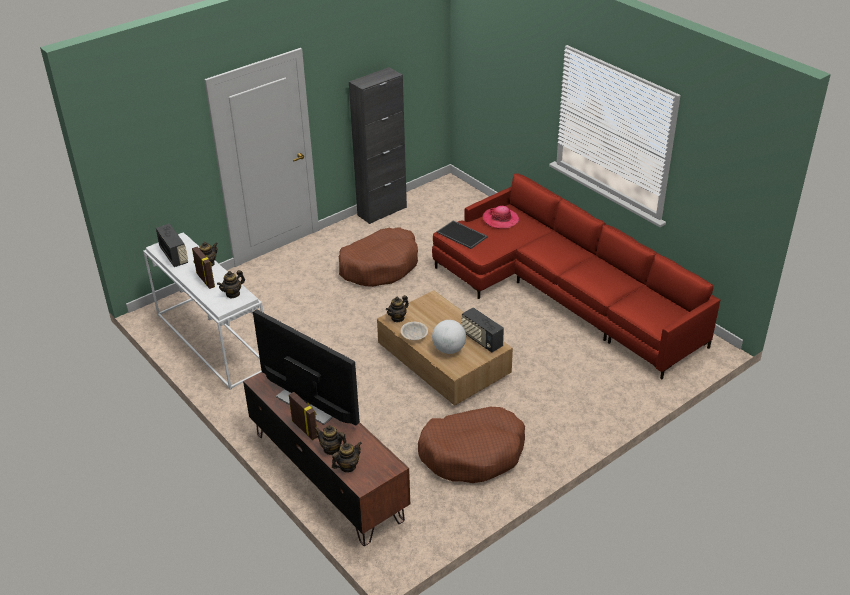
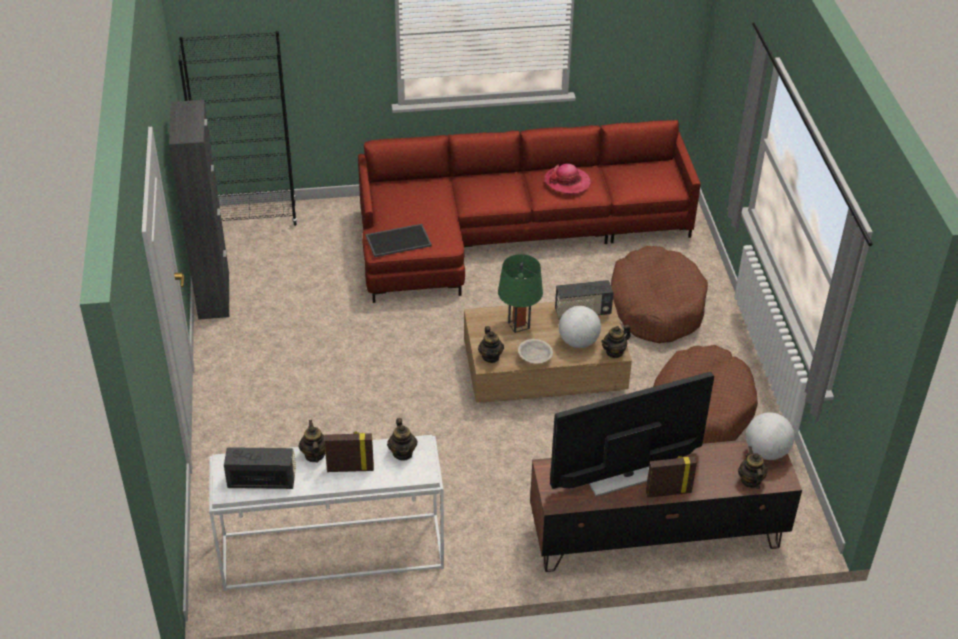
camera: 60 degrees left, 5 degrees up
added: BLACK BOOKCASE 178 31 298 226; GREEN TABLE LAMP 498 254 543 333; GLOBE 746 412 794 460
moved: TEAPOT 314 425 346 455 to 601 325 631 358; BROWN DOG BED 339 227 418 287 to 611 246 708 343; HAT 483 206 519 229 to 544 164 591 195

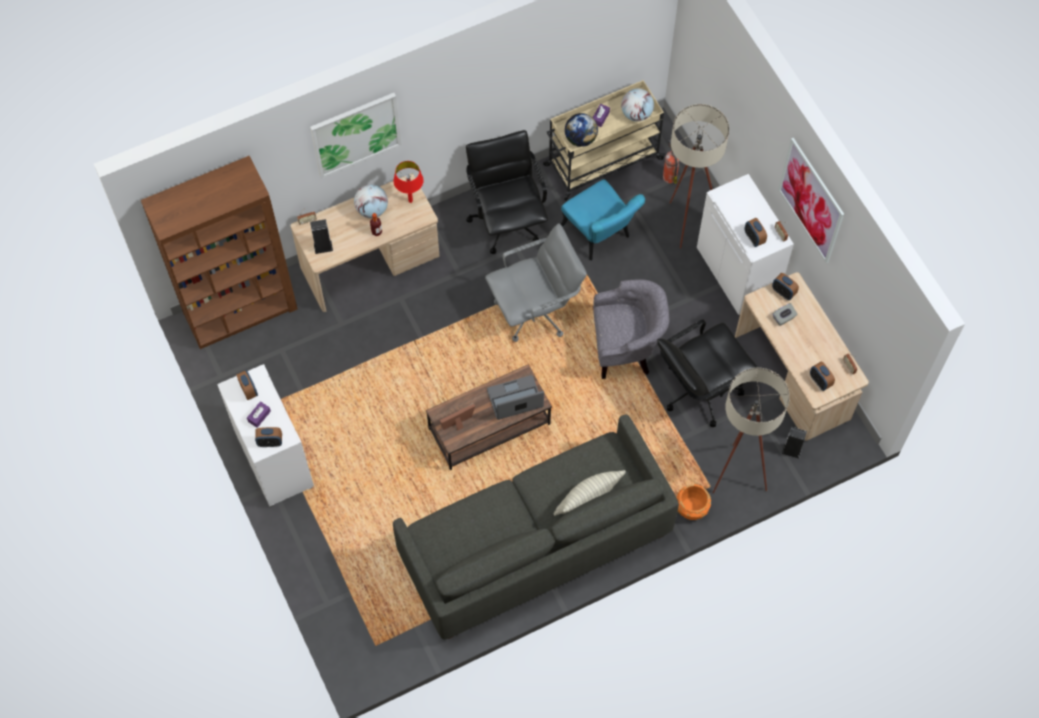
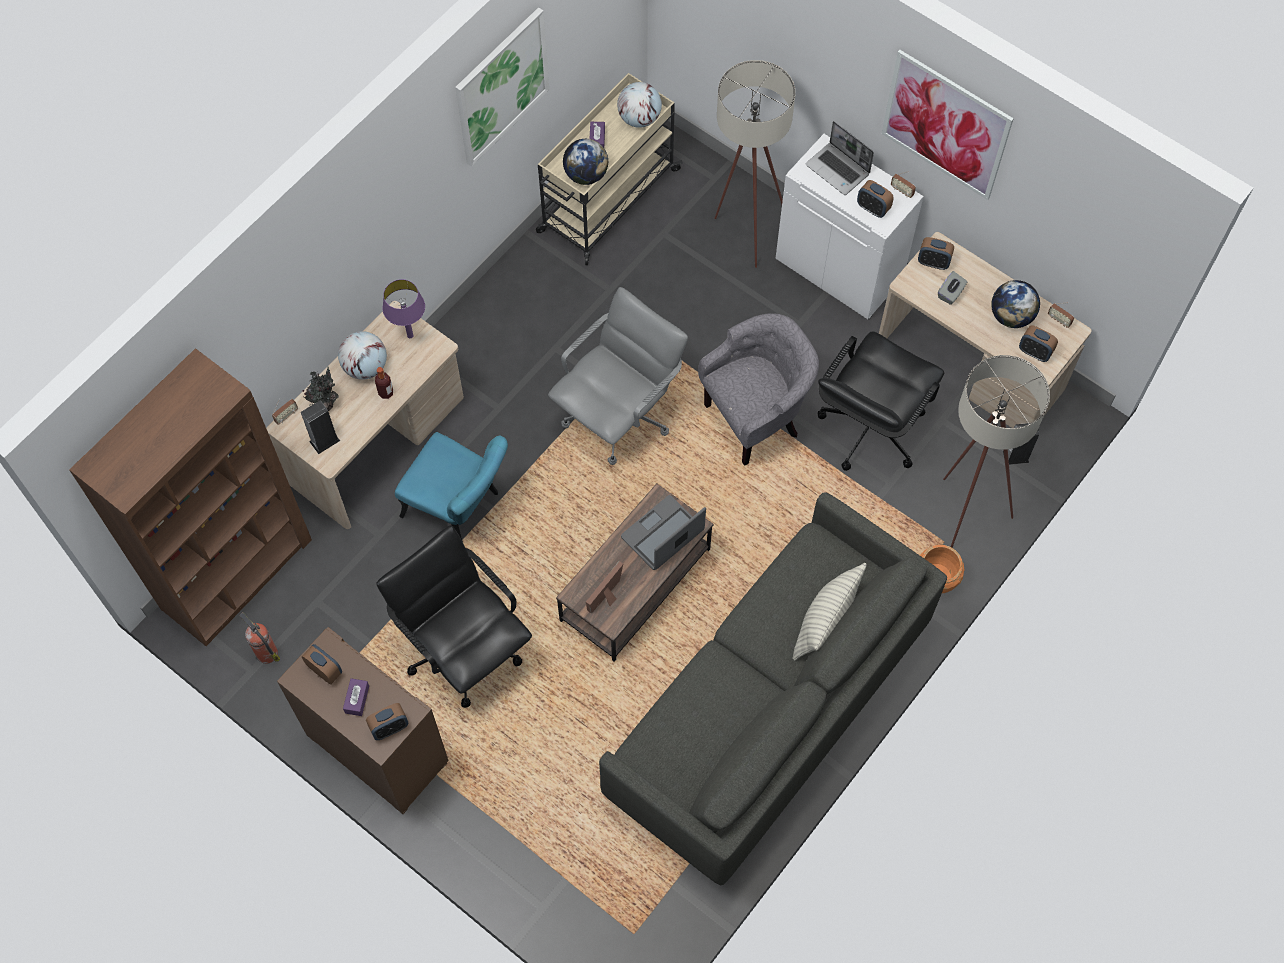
camera: 25 degrees left, 0 degrees up
added: POTTED PLANT 302 367 339 411; LAPTOP 806 121 874 195; GLOBE 991 280 1040 328
moved: PICTURE 310 93 402 179 to 455 7 549 167; BLACK OFFICE CHAIR 466 130 548 254 to 376 525 532 708; TURQUOISE CHAIR 561 179 645 260 to 395 432 508 542; FIRE EXTINGUISHER 663 140 680 184 to 239 613 280 664
recoloured: WHITE CABINET 217 364 314 507 to BROWN CABINET 277 627 449 814; RED TABLE LAMP 393 161 423 203 to PURPLE TABLE LAMP 383 279 425 338

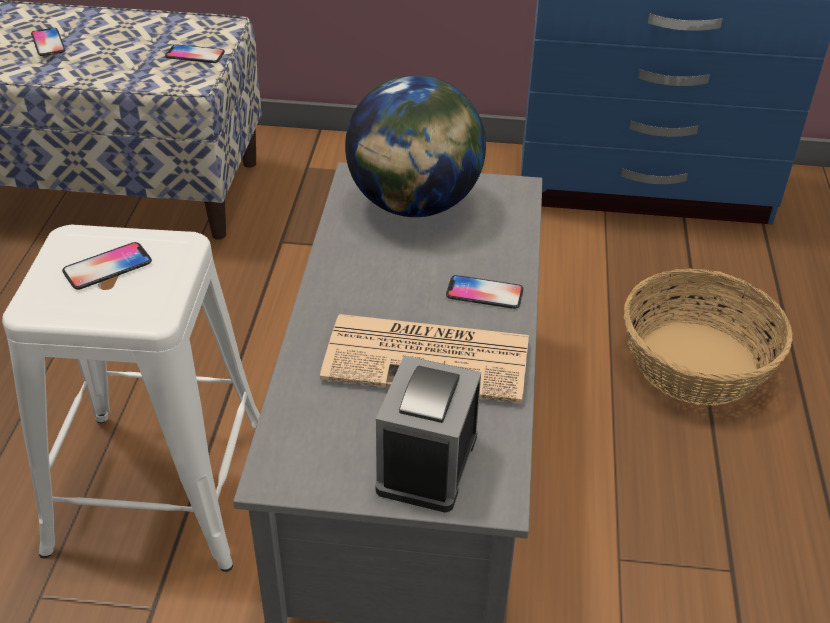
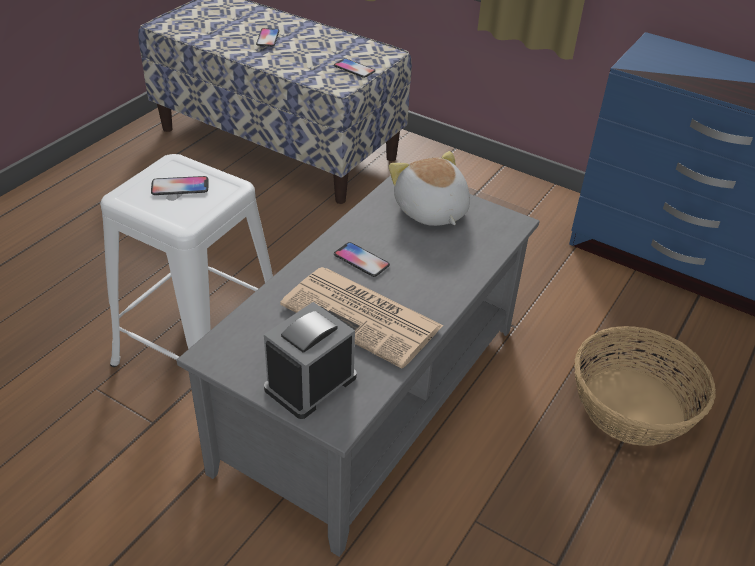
camera: 25 degrees right, 0 degrees up
moved: PHONE 446 275 523 309 to 334 242 390 277
replaced: GLOBE 345 75 486 217 to PLUSH TOY 389 151 470 226

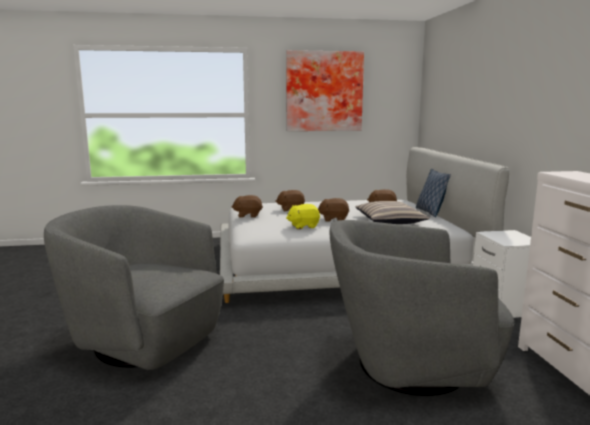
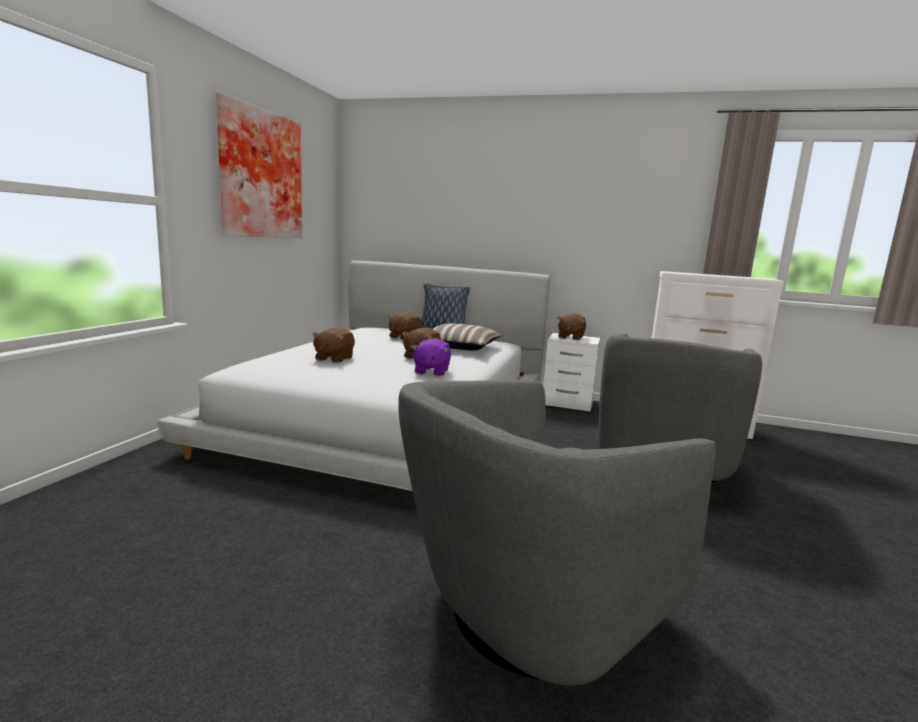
camera: 65 degrees left, 0 degrees up
moved: BROWN PLUSH TOY 232 195 263 218 to 558 313 586 340
recoloured: YELLOW PLUSH TOY 286 204 320 229 to PURPLE PLUSH TOY 412 338 451 376

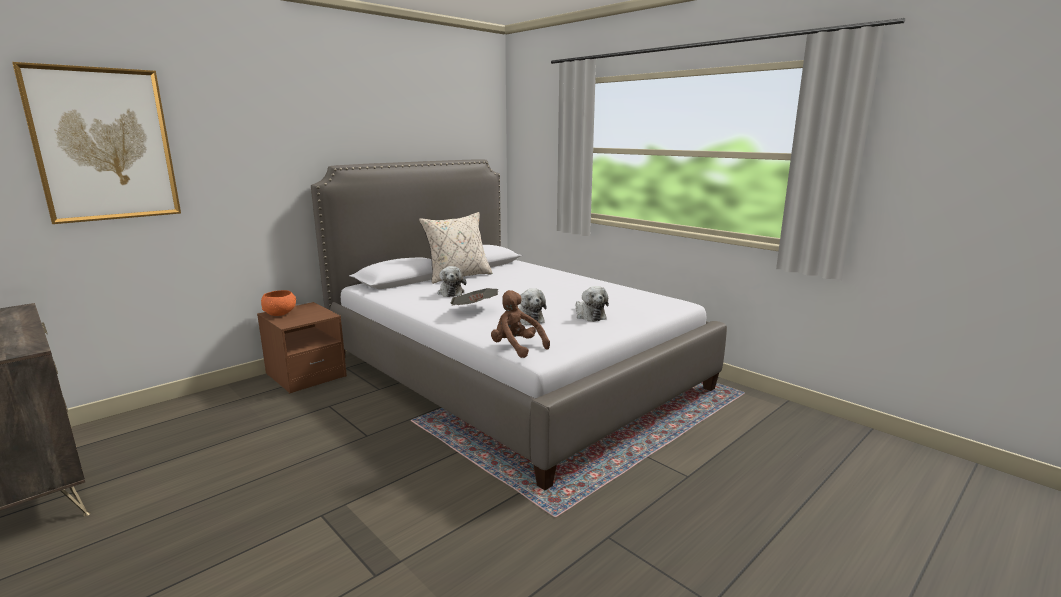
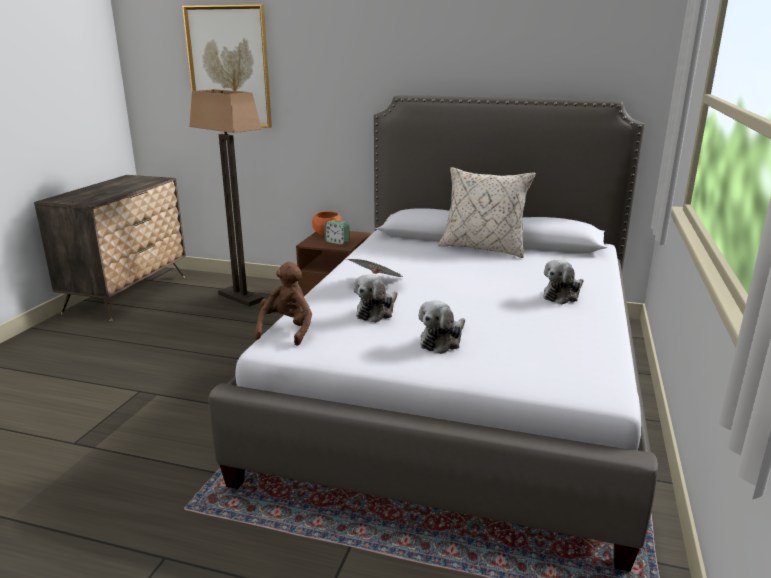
camera: 60 degrees right, 5 degrees up
added: FLOOR LAMP 189 89 264 307; ALARM CLOCK 324 220 349 245
moved: PLUSH TOY 437 266 466 297 to 543 259 584 304

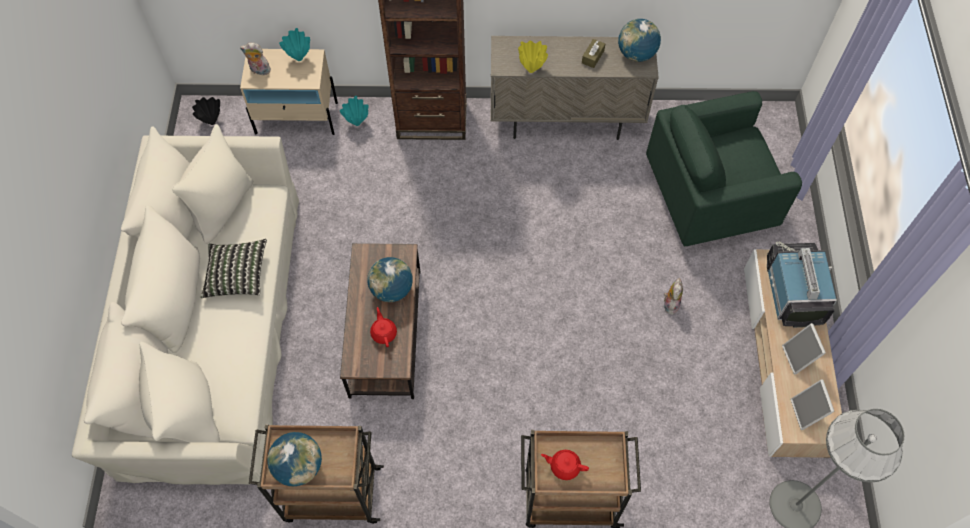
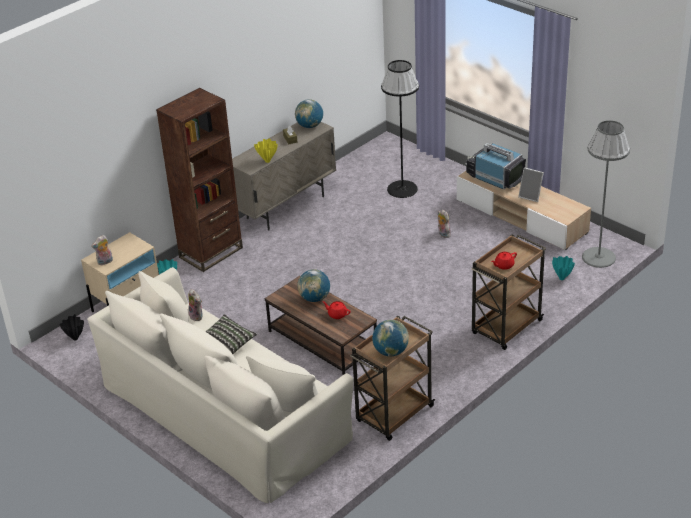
camera: 45 degrees left, 25 degrees down
removed: PICTURE FRAME 790 379 834 430
added: PLUSH TOY 188 289 202 321
moved: TURQUOISE VASE 279 28 310 61 to 552 256 575 280
replaced: GREEN ARMCHAIR 646 91 802 246 to BLACK FLOOR LAMP 381 60 419 198

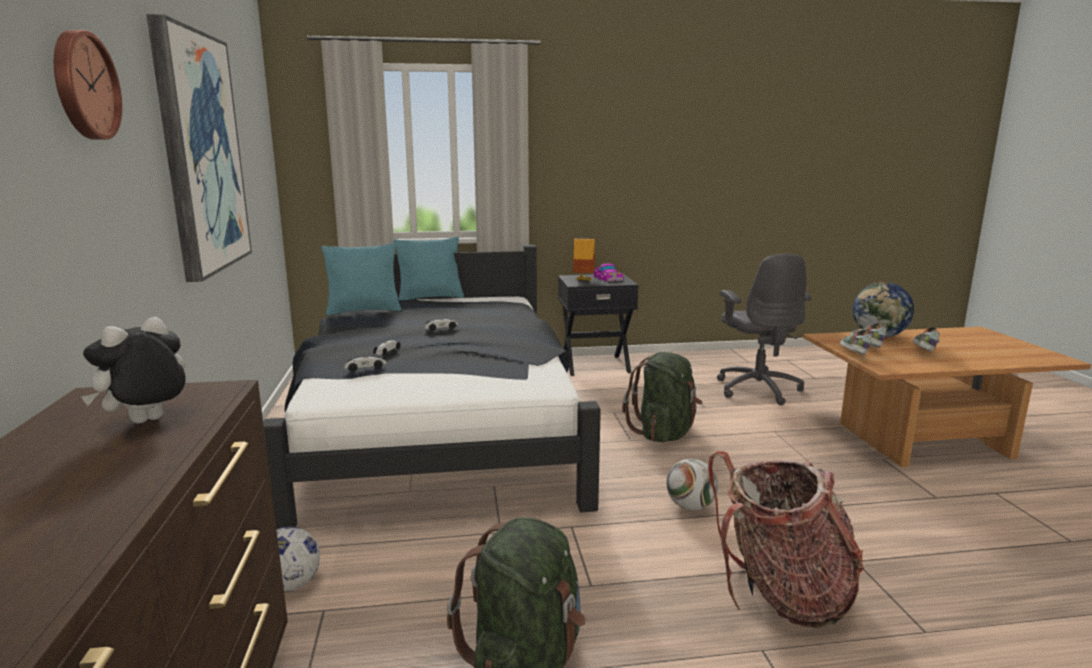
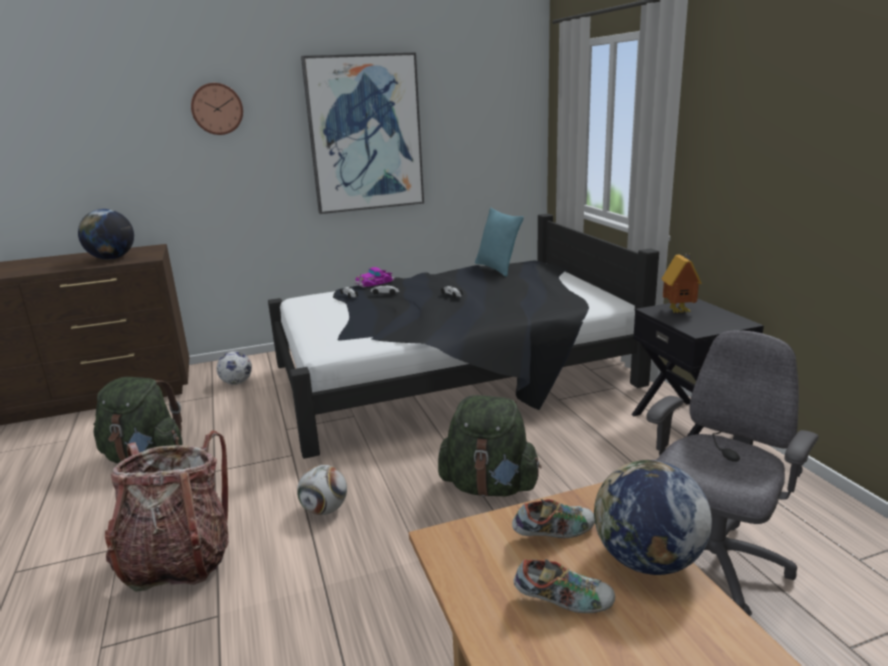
camera: 80 degrees right, 5 degrees up
removed: TURQUOISE PILLOW 394 237 464 300; SHOE 840 330 872 356
moved: TOY CAR 593 263 623 282 to 354 267 395 287
replaced: PLUSH TOY 81 317 186 423 to GLOBE 78 209 134 260
turned: GREY OFFICE CHAIR 717 254 812 405 = 647 330 819 616 150 degrees clockwise

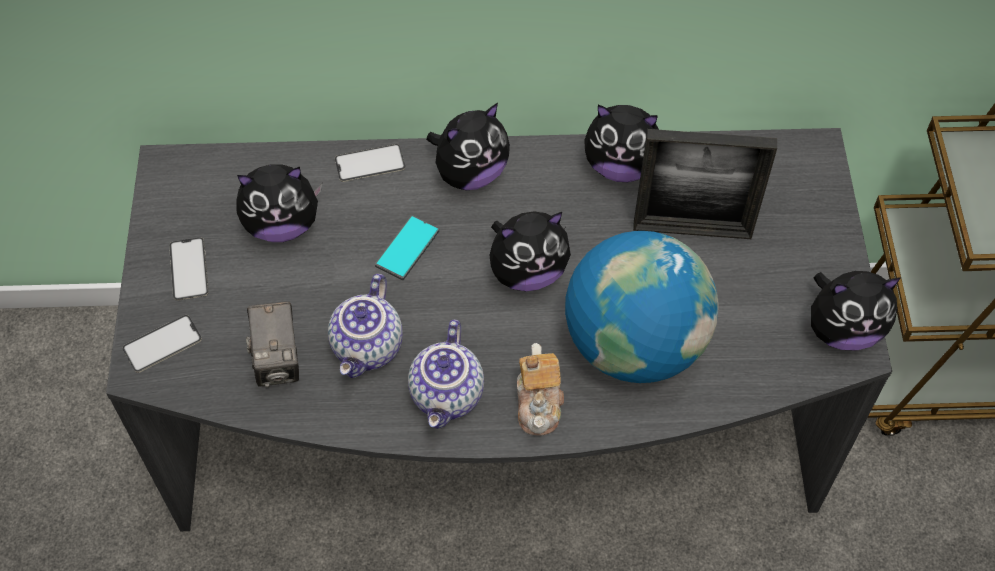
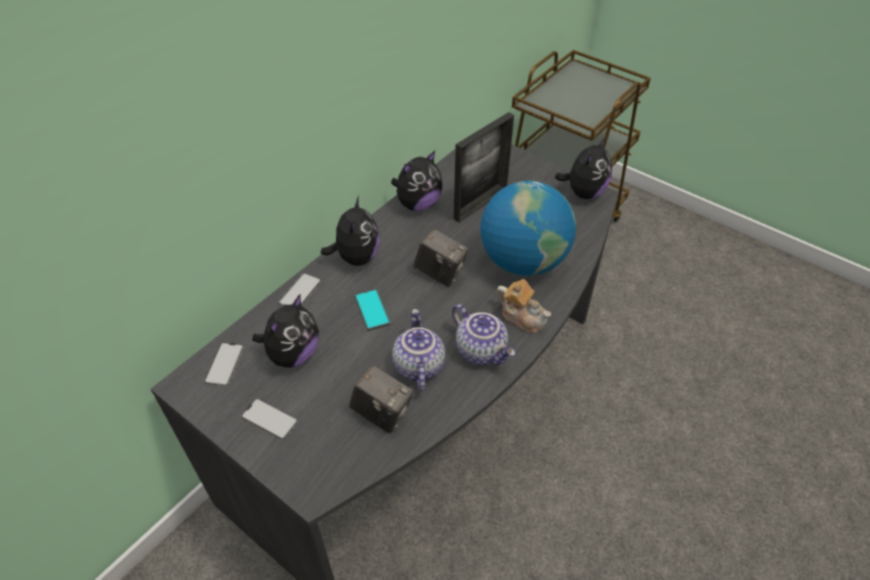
camera: 50 degrees left, 10 degrees down
moved: PHONE 123 315 202 373 to 204 342 244 386
replaced: PLUSH TOY 490 212 571 292 to PHOTO CAMERA 413 229 468 287
turned: TEAPOT 328 274 403 378 = 392 309 445 391 150 degrees counterclockwise

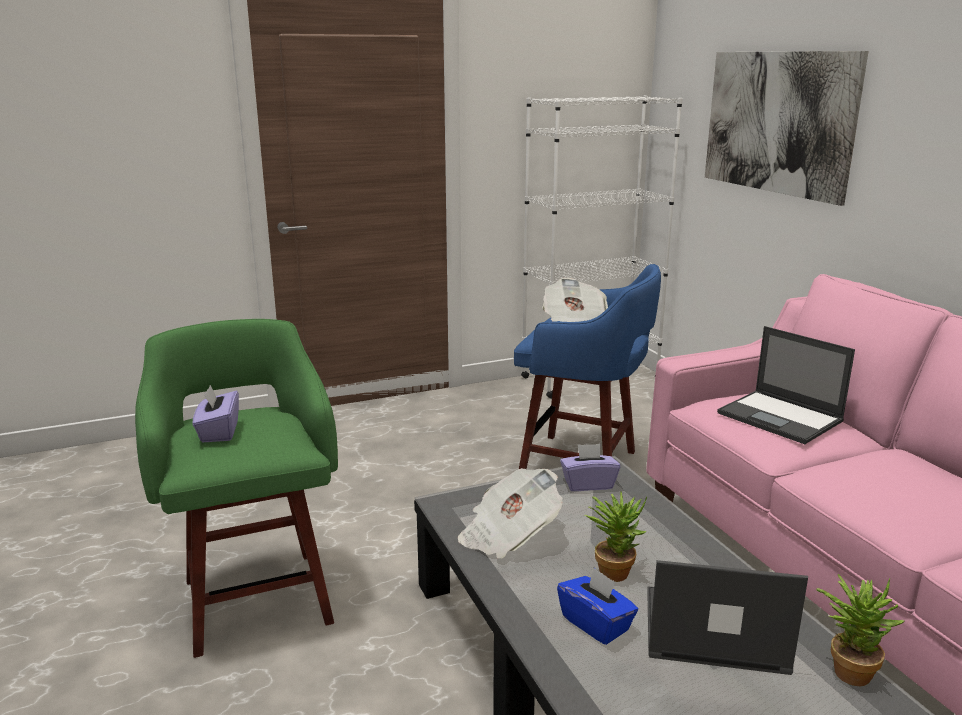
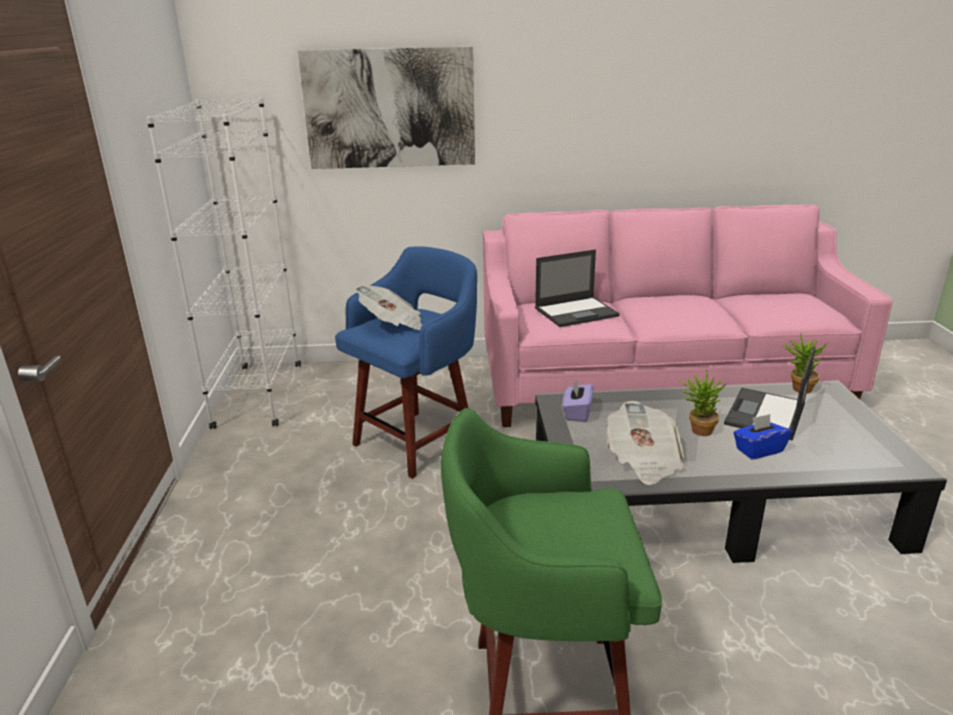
camera: 70 degrees left, 5 degrees up
removed: PURPLE TISSUE BOX 193 385 239 442

